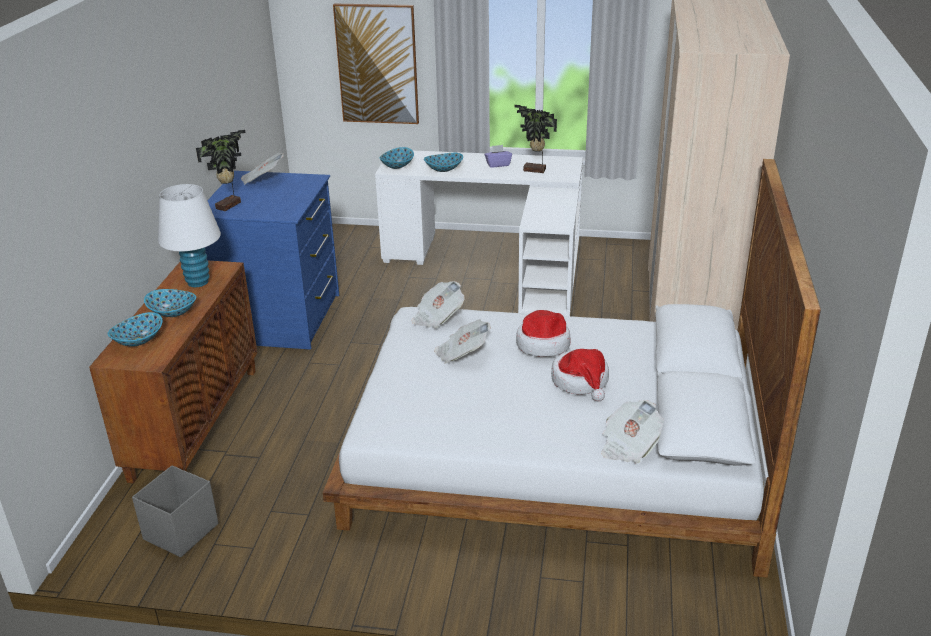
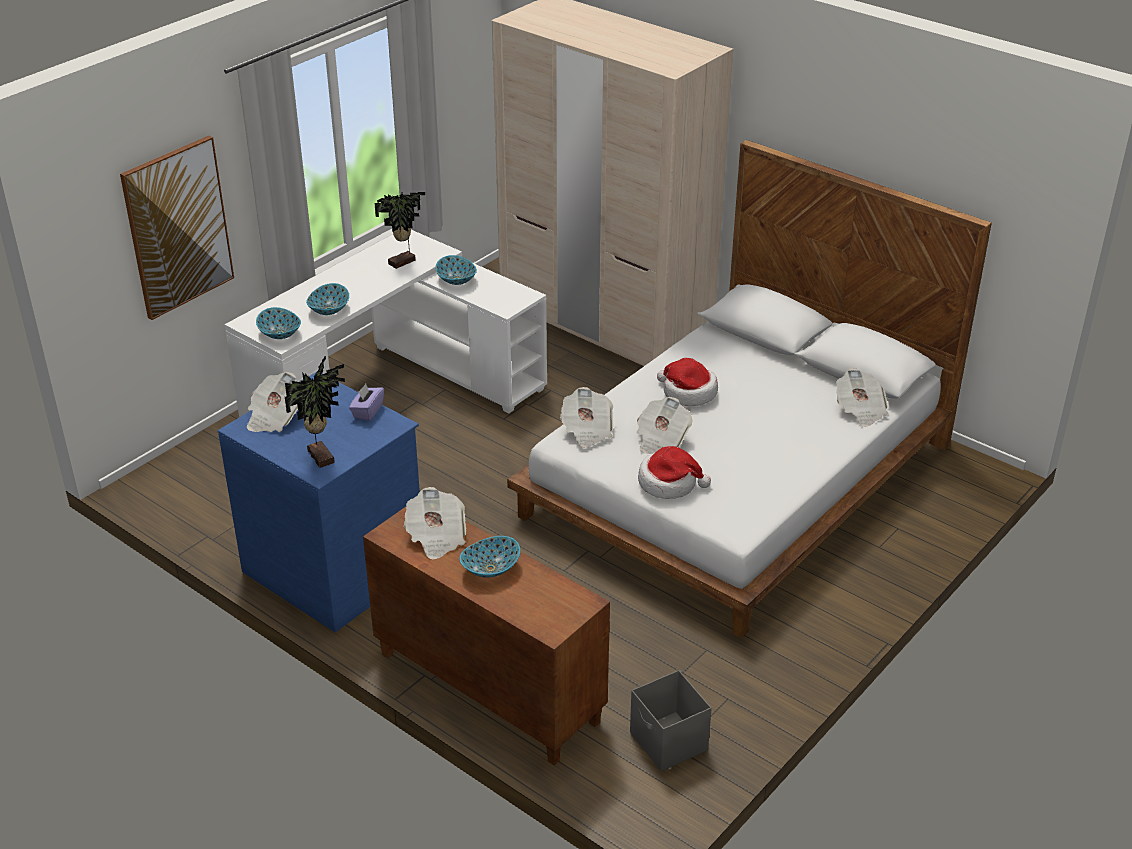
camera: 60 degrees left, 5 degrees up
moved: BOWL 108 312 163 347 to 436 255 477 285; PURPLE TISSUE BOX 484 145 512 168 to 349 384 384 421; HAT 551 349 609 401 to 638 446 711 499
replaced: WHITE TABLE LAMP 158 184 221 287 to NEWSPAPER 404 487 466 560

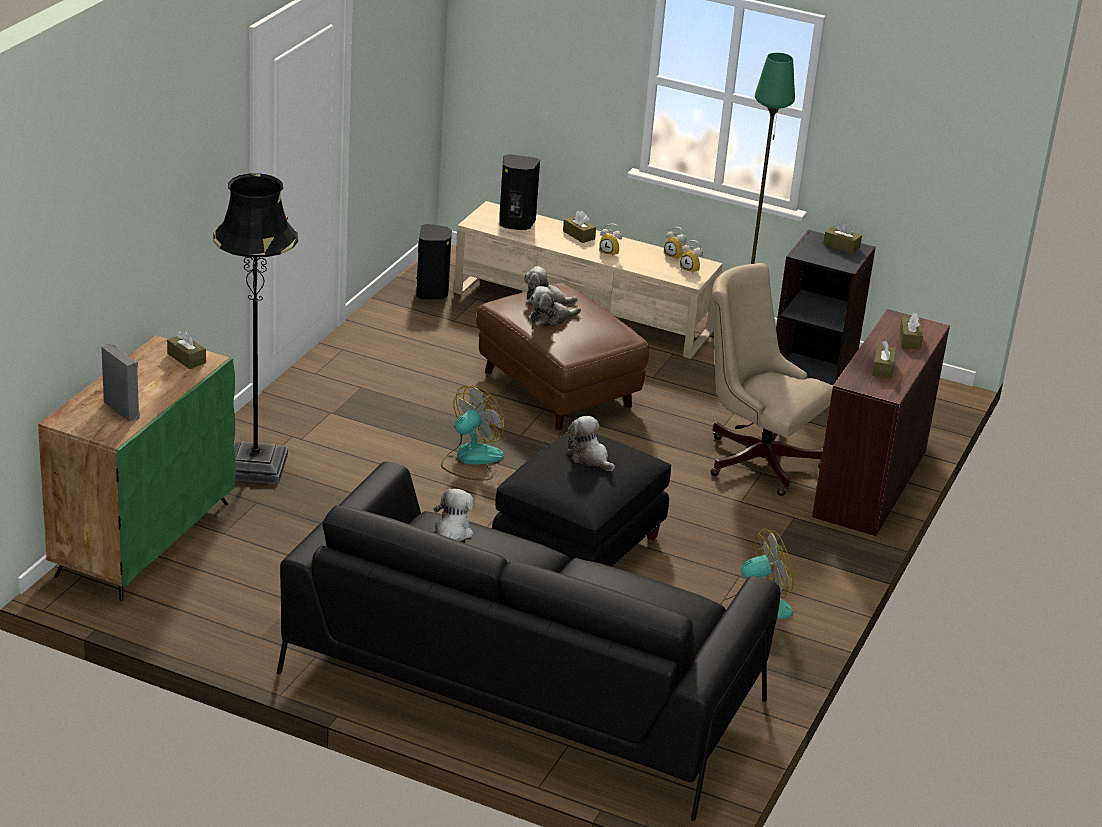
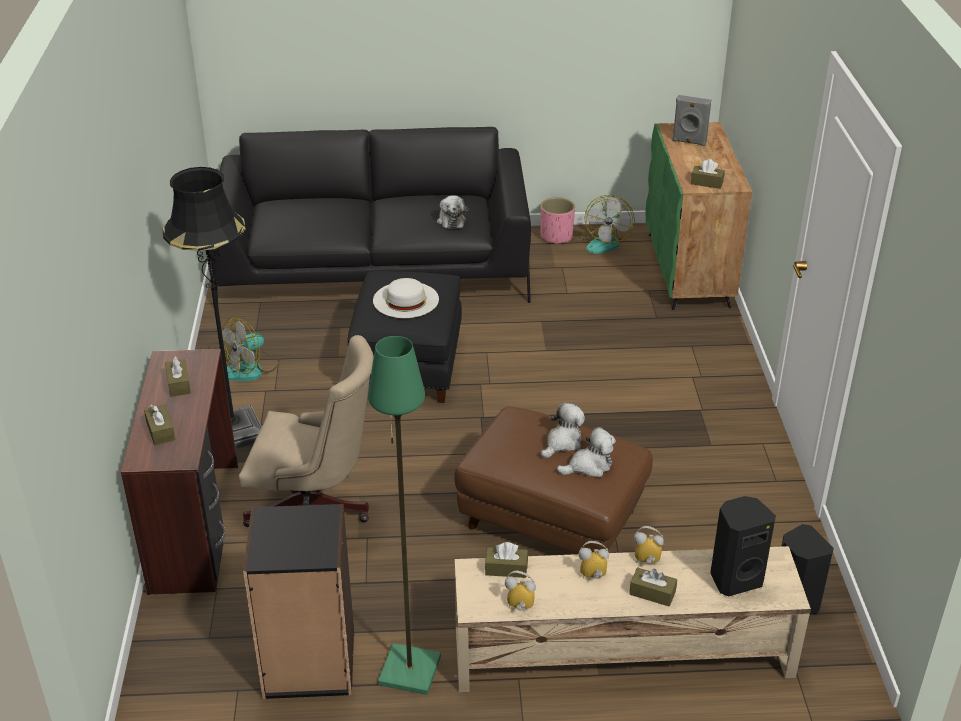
camera: 155 degrees right, 5 degrees up
added: PINK PLANTER 540 197 575 243
moved: BLACK FLOOR LAMP 213 173 298 484 to 163 167 262 449; FAN 441 385 505 480 to 578 195 635 254; ALARM CLOCK 680 240 703 274 to 634 526 664 564; BROWN TISSUE BOX 823 221 862 254 to 485 542 528 578
replaced: PLUSH TOY 567 416 615 471 to WHITE HAT 373 278 439 318

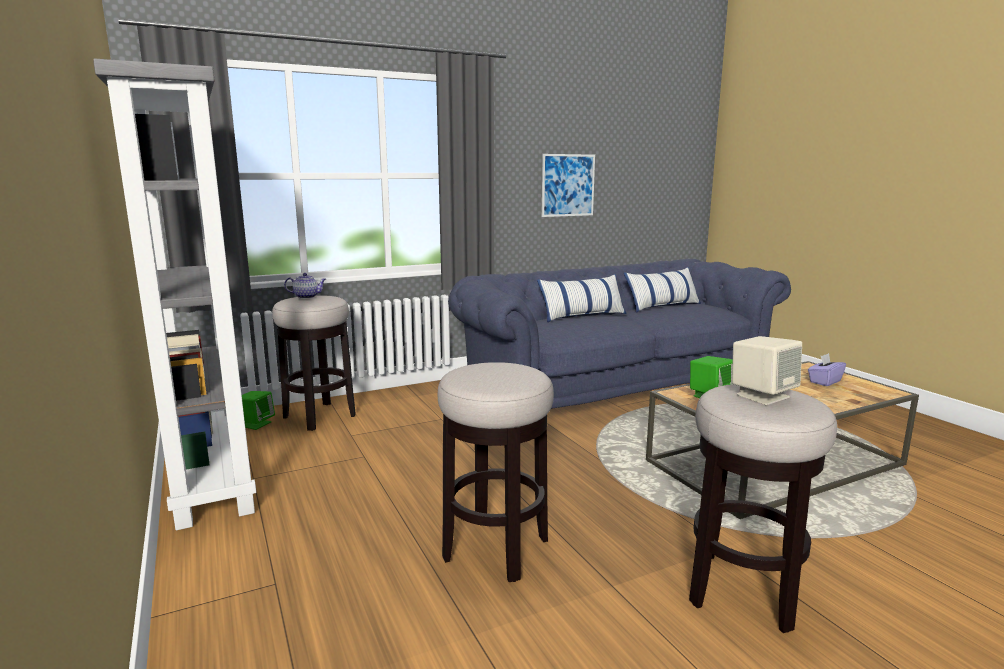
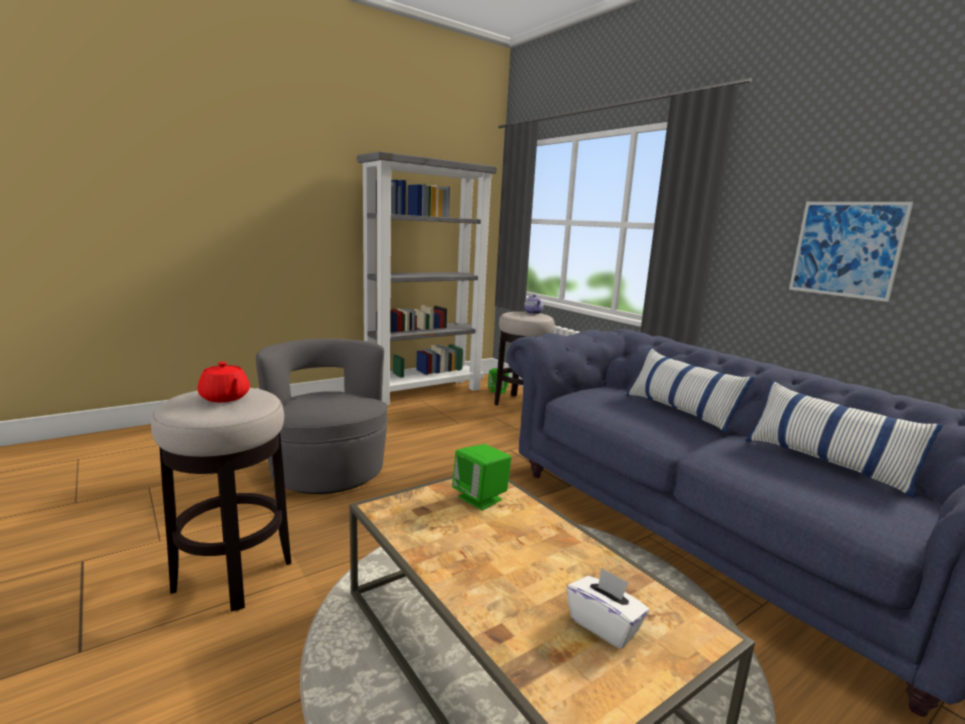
camera: 80 degrees right, 0 degrees up
replaced: STOOL 438 362 554 582 to GREY ARMCHAIR 256 339 388 494; BEIGE SPEAKER 732 336 802 405 to RED TEAPOT 197 362 250 402
recoloured: PURPLE TISSUE BOX 808 353 846 386 to WHITE TISSUE BOX 567 568 649 649

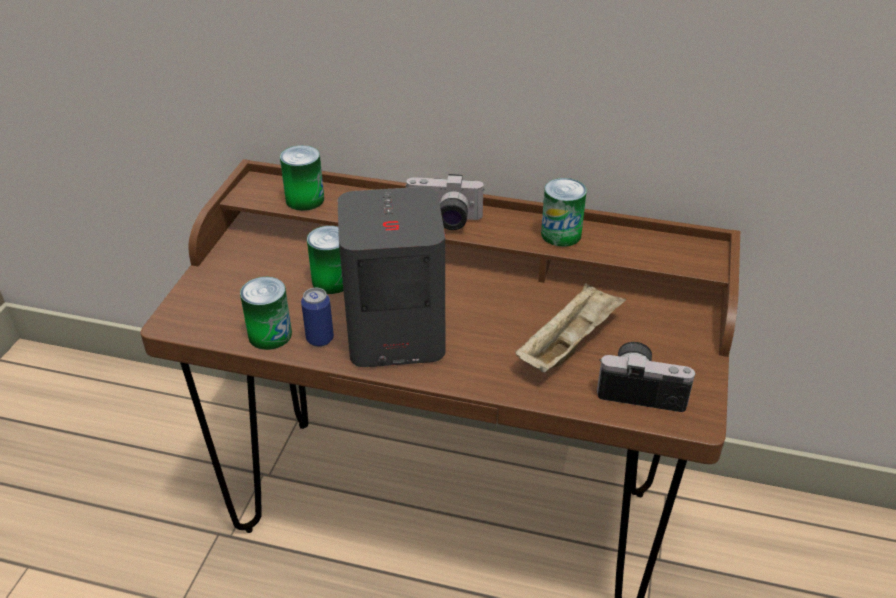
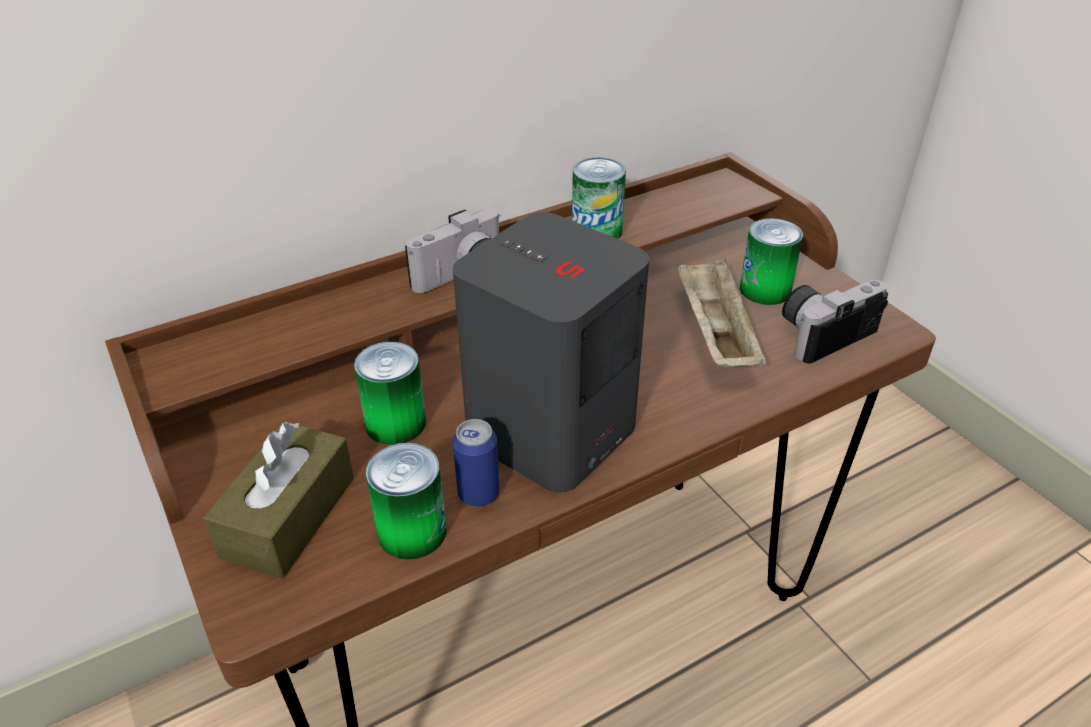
camera: 45 degrees left, 0 degrees up
added: BROWN TISSUE BOX 203 422 354 579
moved: CAN 280 145 324 211 to 740 218 803 305

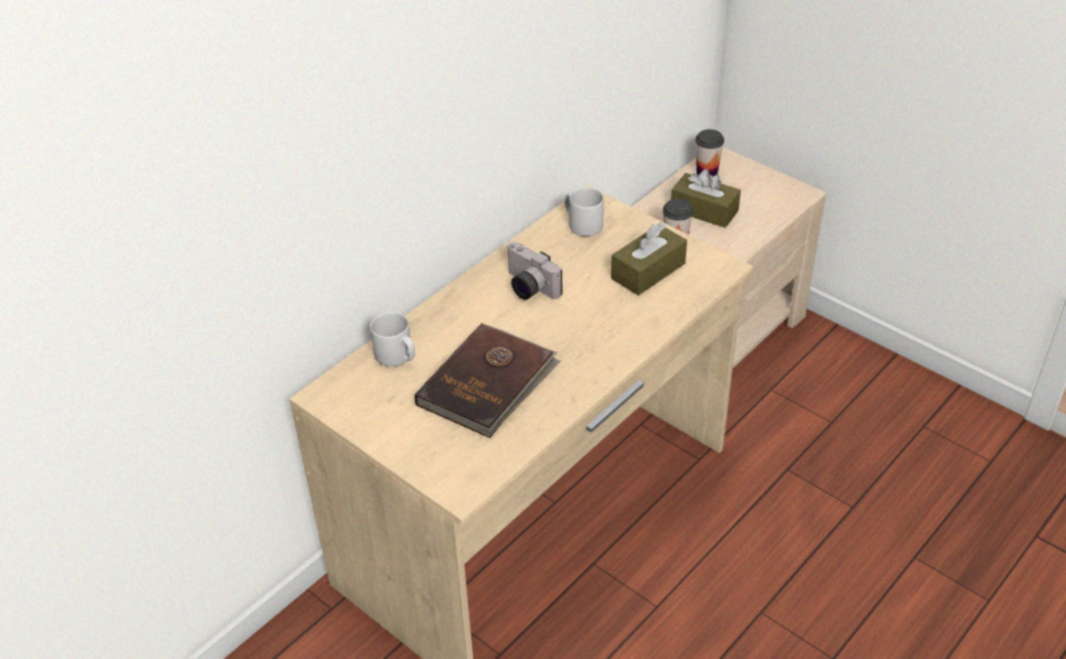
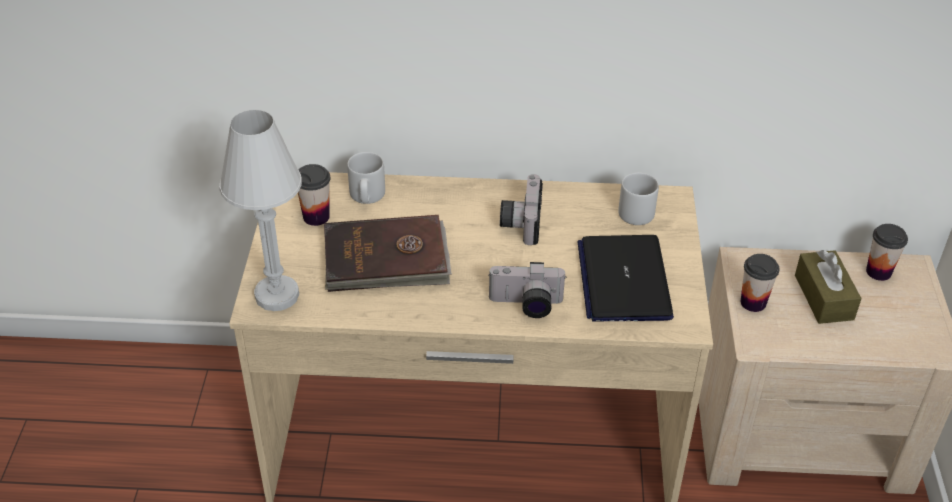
camera: 50 degrees right, 0 degrees up
added: WHITE TABLE LAMP 220 110 302 311; CUP 298 164 330 226; PHOTO CAMERA 488 262 567 318
replaced: BROWN TISSUE BOX 611 222 687 296 to LAPTOP 577 235 674 321

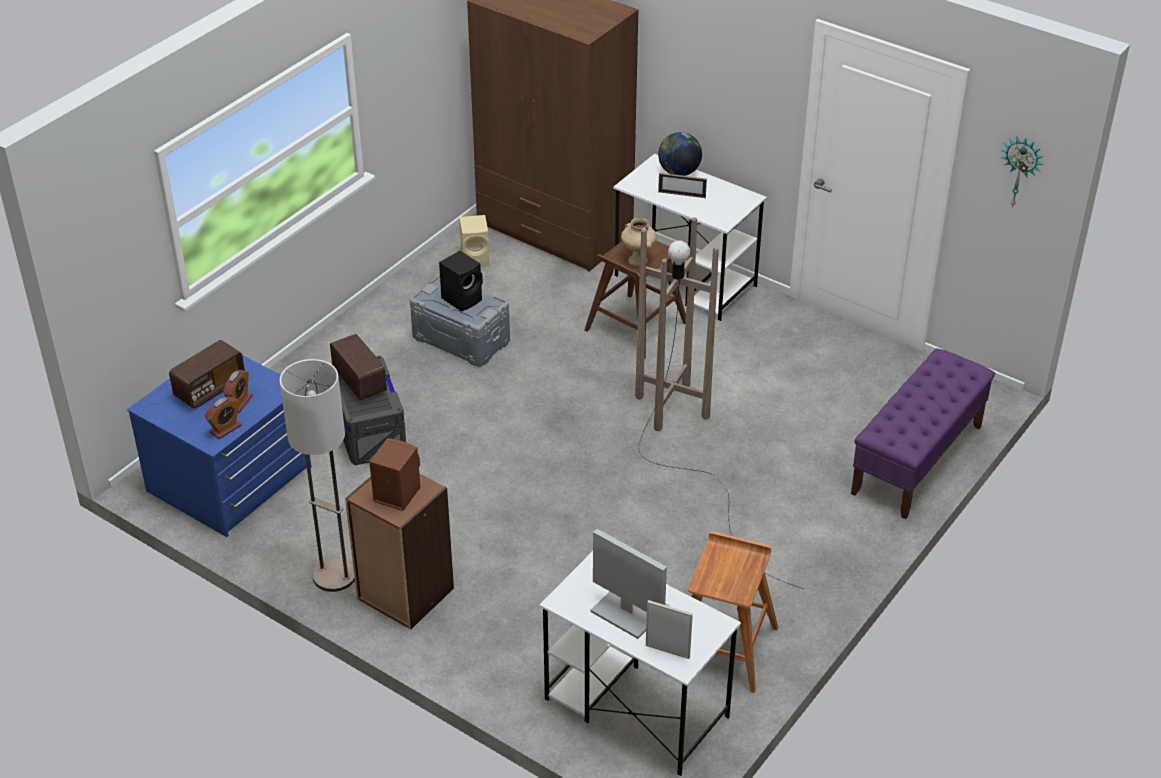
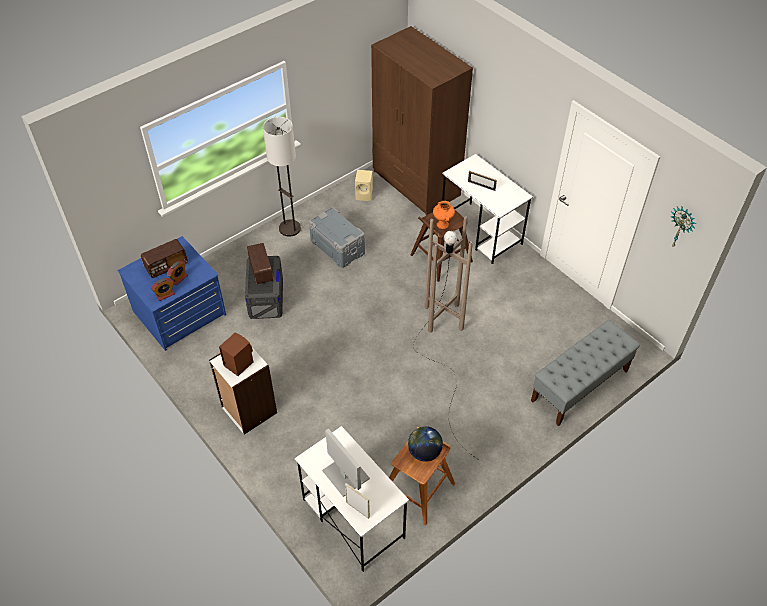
camera: 15 degrees right, 10 degrees up
removed: BLACK SPEAKER 439 251 483 312
moved: FLOOR LAMP 279 359 355 592 to 263 117 301 237; GLOBE 658 132 702 176 to 408 426 443 462
recoloured: BROWN BOOKCASE 345 474 454 630 to WHITE BOOKCASE 209 347 277 435; BEIGE VASE 621 218 657 267 to ORANGE VASE 433 201 455 229; PURPLE BENCH 851 348 995 519 to GREY BENCH 531 320 640 426

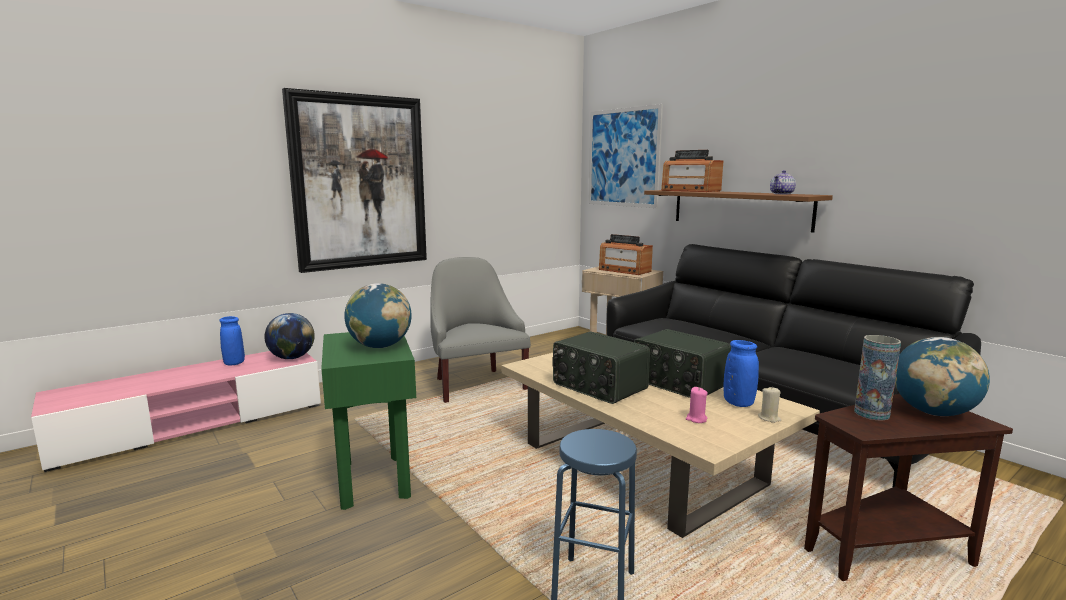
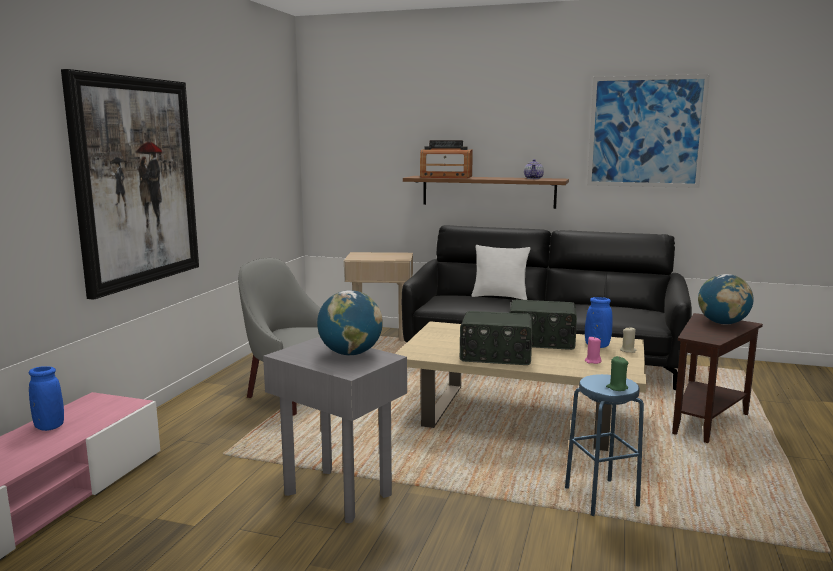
camera: 35 degrees left, 0 degrees up
removed: GLOBE 265 313 315 359; RADIO 599 234 653 275; VASE 854 335 901 420
added: WHITE PILLOW 471 245 531 300; GREEN CANDLE 606 356 628 391
moved: PICTURE 588 104 663 208 to 587 74 710 188
recoloured: GREEN SIDE TABLE 321 332 416 510 to GREY SIDE TABLE 263 337 407 523

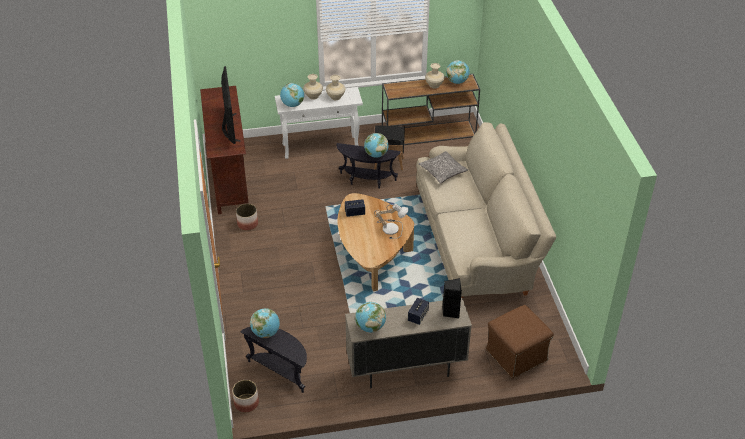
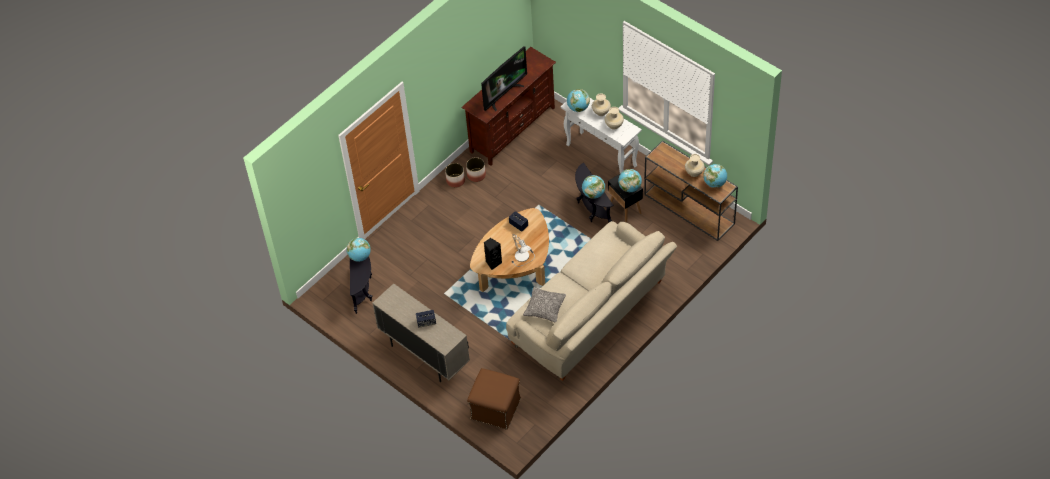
camera: 55 degrees right, 10 degrees up
moved: PLANTER 232 380 259 413 to 445 163 465 188; GLOBE 355 302 386 332 to 618 169 642 192; PILLOW 419 151 468 184 to 523 287 566 323; BLACK SPEAKER 442 278 462 318 to 484 238 502 270

